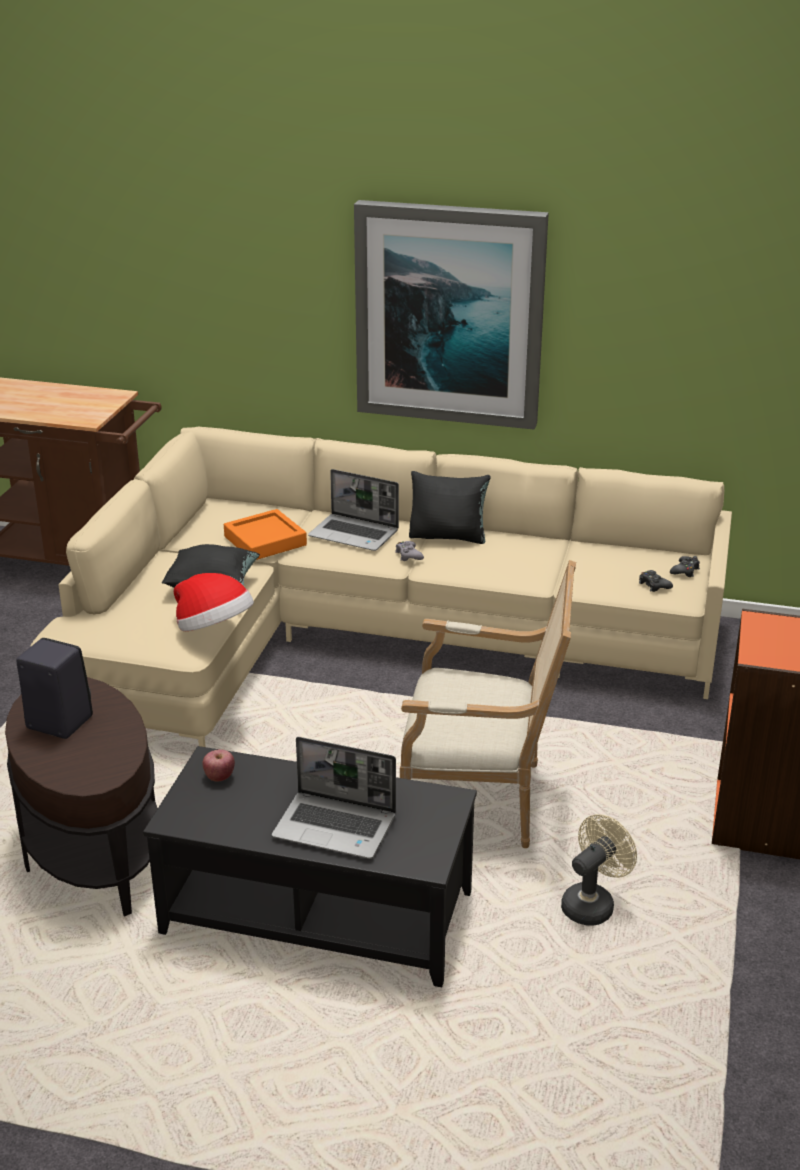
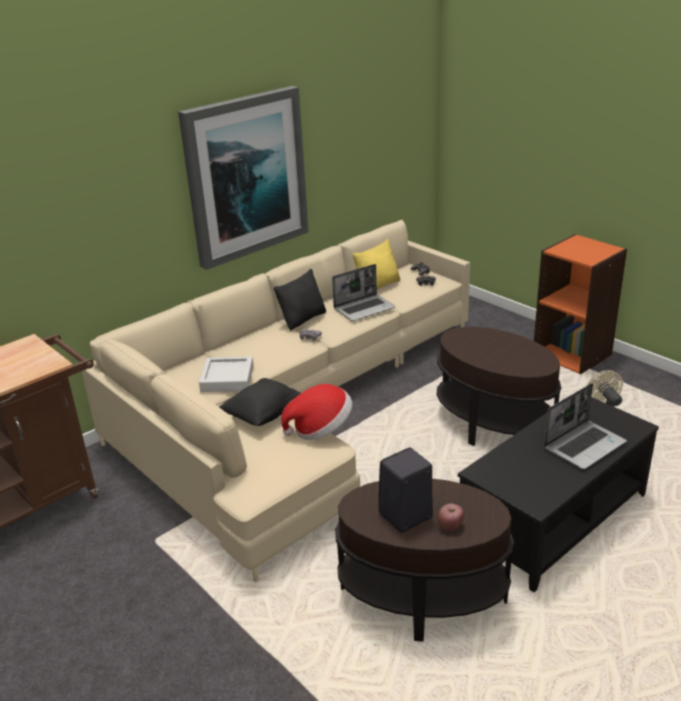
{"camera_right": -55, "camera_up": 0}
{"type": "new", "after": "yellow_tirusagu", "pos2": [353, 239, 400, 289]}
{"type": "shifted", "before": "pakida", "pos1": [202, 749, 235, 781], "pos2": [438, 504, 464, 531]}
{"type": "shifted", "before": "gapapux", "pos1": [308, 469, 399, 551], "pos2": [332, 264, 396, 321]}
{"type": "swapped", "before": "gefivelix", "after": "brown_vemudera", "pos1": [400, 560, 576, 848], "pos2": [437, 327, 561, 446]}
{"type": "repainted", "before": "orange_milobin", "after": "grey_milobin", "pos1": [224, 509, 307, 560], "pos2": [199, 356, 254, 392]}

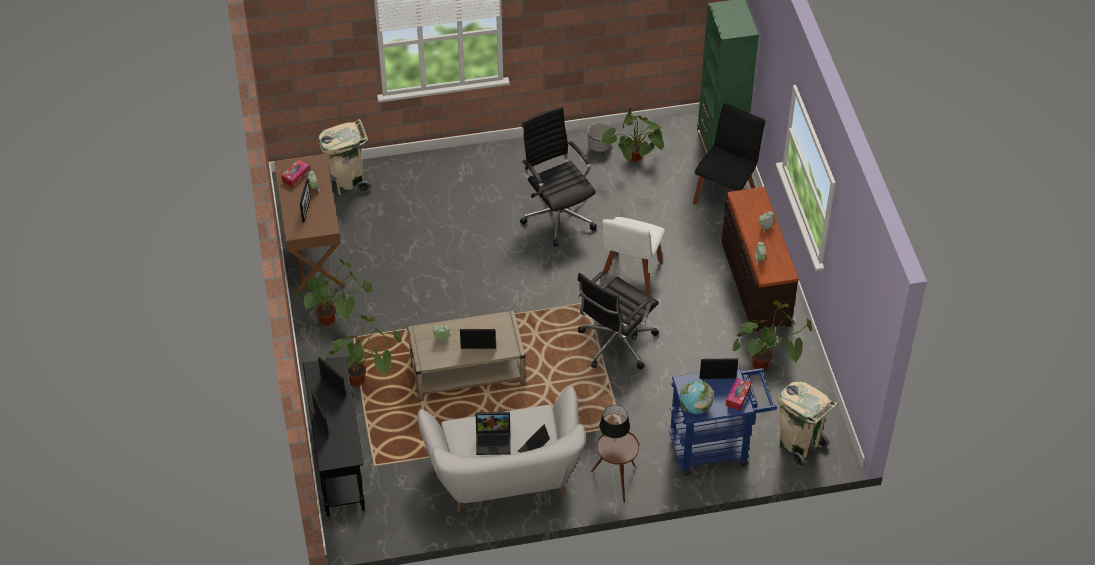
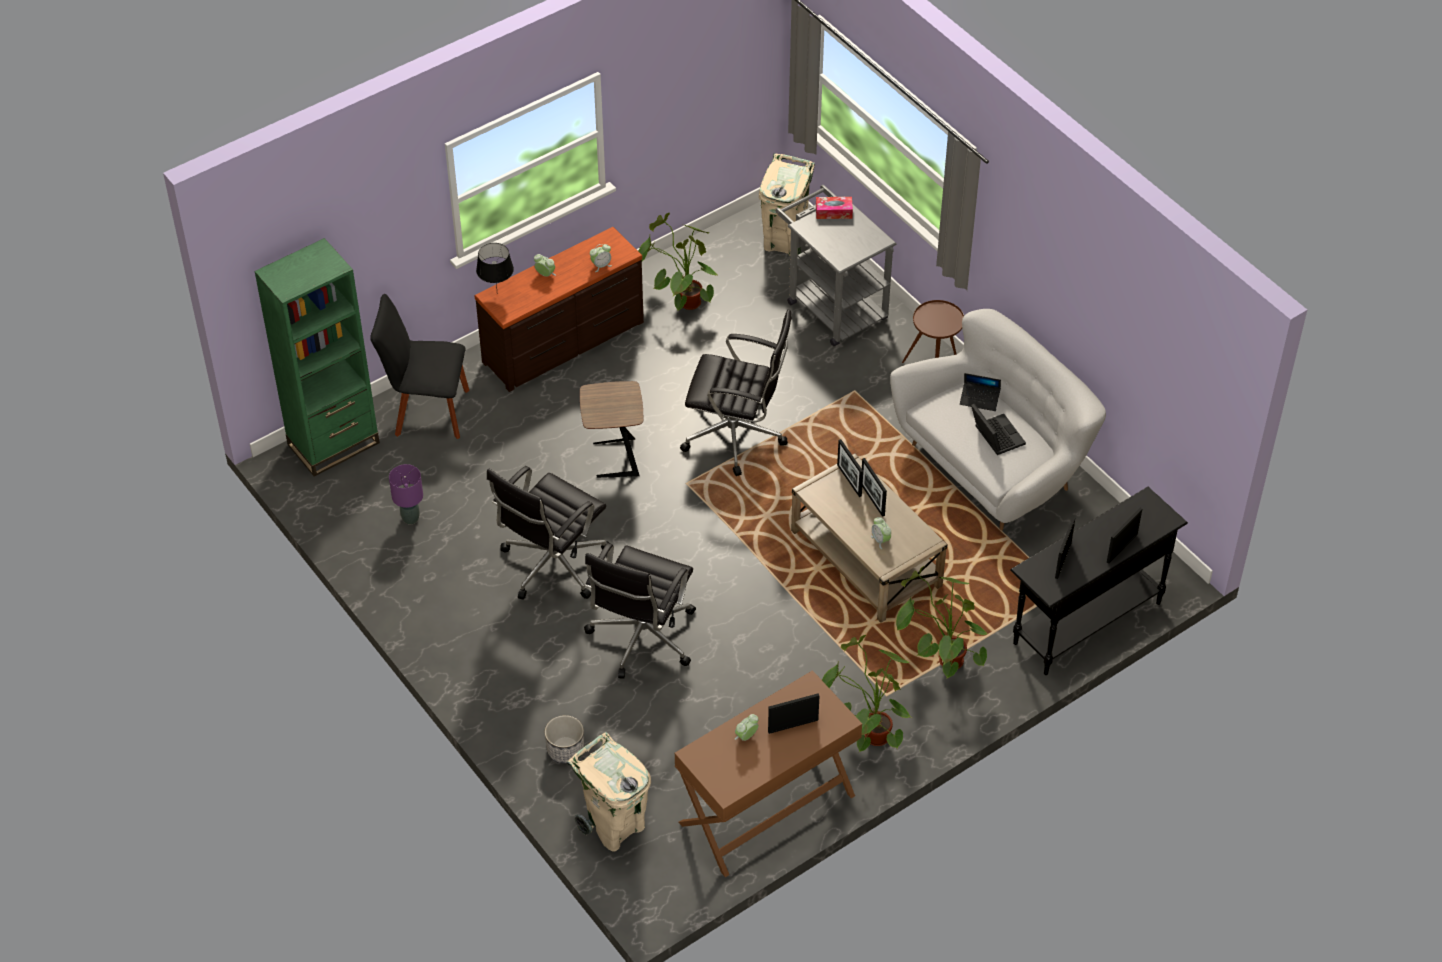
{"camera_right": -115, "camera_up": 0}
{"type": "gone", "before": "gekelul", "pos1": [281, 159, 310, 187]}
{"type": "gone", "before": "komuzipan", "pos1": [679, 380, 714, 414]}
{"type": "new", "after": "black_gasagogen", "pos2": [584, 543, 696, 679]}
{"type": "shifted", "before": "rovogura", "pos1": [588, 123, 611, 152], "pos2": [545, 715, 584, 764]}
{"type": "shifted", "before": "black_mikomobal", "pos1": [600, 405, 630, 438], "pos2": [476, 243, 514, 288]}
{"type": "shifted", "before": "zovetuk", "pos1": [699, 358, 738, 379], "pos2": [837, 439, 863, 497]}
{"type": "swapped", "before": "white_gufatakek", "after": "brown_vemudera", "pos1": [600, 217, 665, 294], "pos2": [580, 381, 643, 478]}
{"type": "swapped", "before": "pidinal", "after": "purple_mikomobal", "pos1": [601, 108, 664, 162], "pos2": [389, 464, 423, 524]}
{"type": "repainted", "before": "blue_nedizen", "after": "grey_nedizen", "pos1": [668, 366, 777, 476], "pos2": [775, 185, 897, 346]}

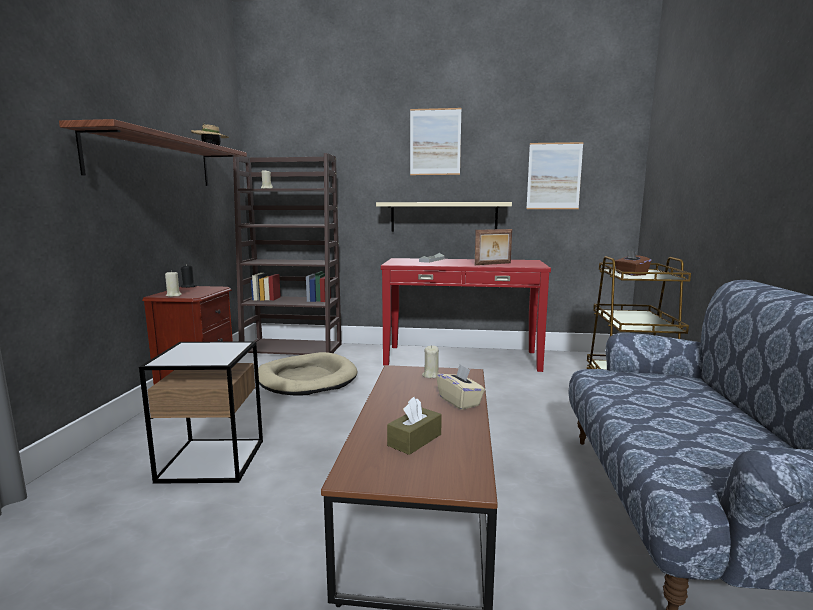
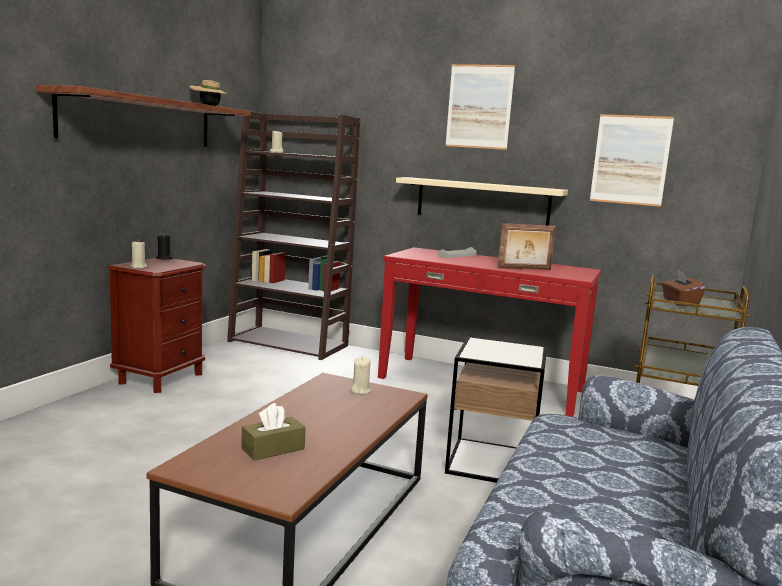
{"camera_right": 15, "camera_up": 0}
{"type": "gone", "before": "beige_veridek", "pos1": [258, 352, 358, 396]}
{"type": "gone", "before": "beige_gekelul", "pos1": [436, 365, 485, 410]}
{"type": "shifted", "before": "vemudera", "pos1": [139, 341, 263, 484], "pos2": [445, 336, 547, 483]}

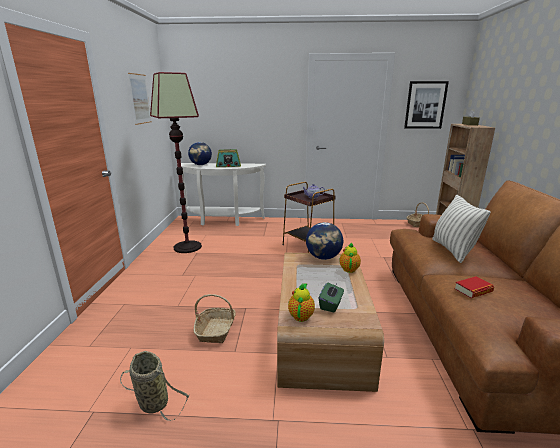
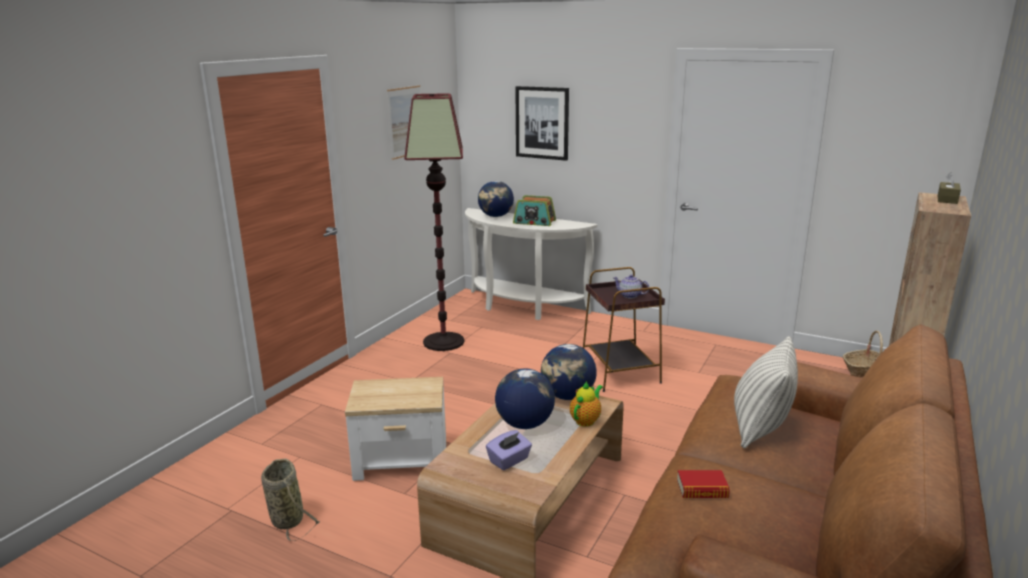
{"camera_right": 25, "camera_up": 0}
{"type": "gone", "before": "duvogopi", "pos1": [288, 283, 315, 322]}
{"type": "new", "after": "komuzipan", "pos2": [495, 368, 555, 429]}
{"type": "shifted", "before": "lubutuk", "pos1": [404, 81, 449, 129], "pos2": [515, 86, 569, 161]}
{"type": "swapped", "before": "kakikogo", "after": "vemudera", "pos1": [194, 294, 236, 344], "pos2": [345, 377, 446, 481]}
{"type": "repainted", "before": "green_gekelul", "after": "purple_gekelul", "pos1": [319, 283, 344, 312], "pos2": [486, 430, 532, 470]}

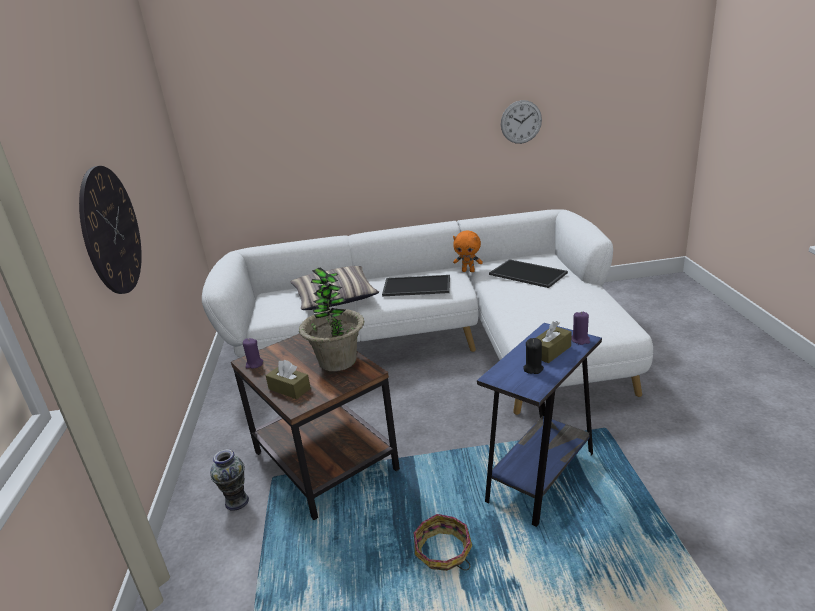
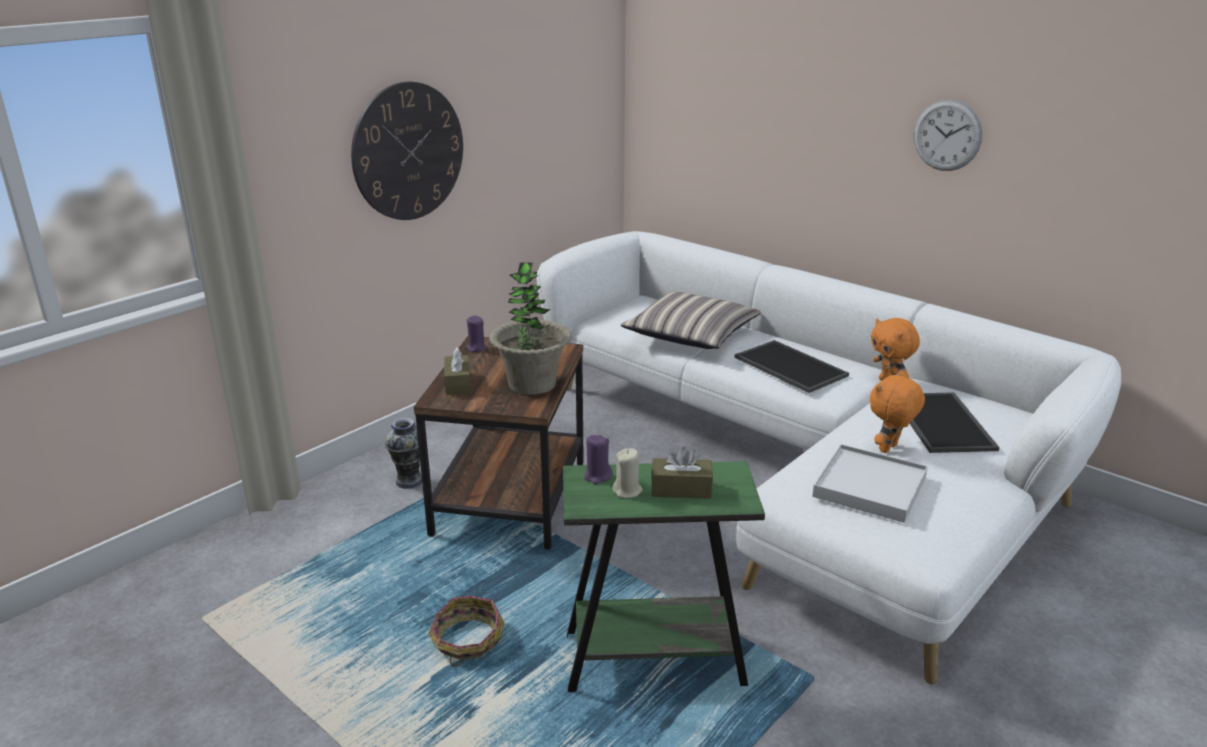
{"camera_right": 45, "camera_up": 0}
{"type": "new", "after": "white_milobin", "pos2": [812, 444, 928, 523]}
{"type": "new", "after": "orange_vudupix", "pos2": [870, 372, 925, 453]}
{"type": "shifted", "before": "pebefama", "pos1": [501, 100, 542, 144], "pos2": [914, 100, 983, 171]}
{"type": "shifted", "before": "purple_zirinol", "pos1": [571, 311, 590, 345], "pos2": [584, 435, 612, 484]}
{"type": "repainted", "before": "blue_vemudera", "after": "green_vemudera", "pos1": [477, 323, 602, 527], "pos2": [563, 461, 765, 692]}
{"type": "repainted", "before": "black_zirinol", "after": "beige_zirinol", "pos1": [523, 338, 544, 374], "pos2": [612, 448, 643, 498]}

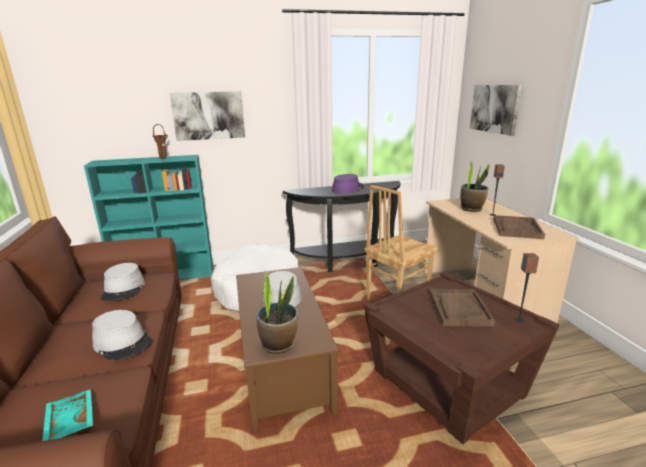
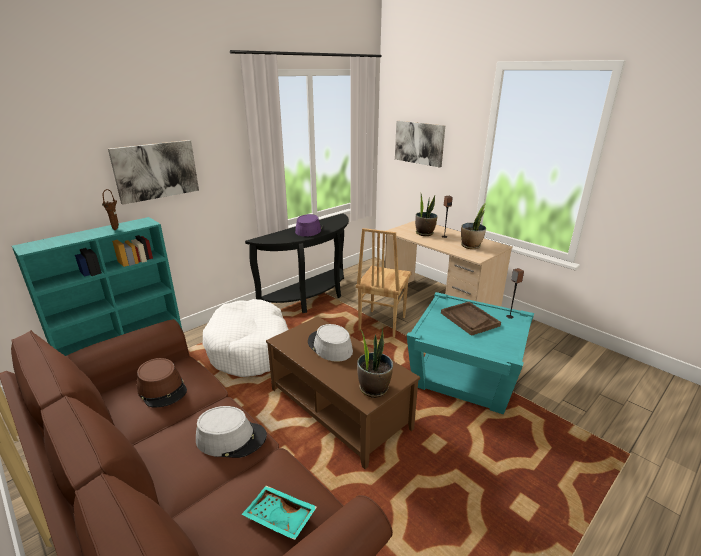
{"camera_right": -30, "camera_up": 5}
{"type": "swapped", "before": "brown_milobin", "after": "pidinal", "pos1": [493, 215, 545, 239], "pos2": [461, 203, 486, 249]}
{"type": "repainted", "before": "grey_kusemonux", "after": "brown_kusemonux", "pos1": [101, 263, 145, 301], "pos2": [137, 358, 187, 407]}
{"type": "repainted", "before": "brown_vemudera", "after": "turquoise_vemudera", "pos1": [363, 272, 560, 444], "pos2": [407, 292, 534, 415]}

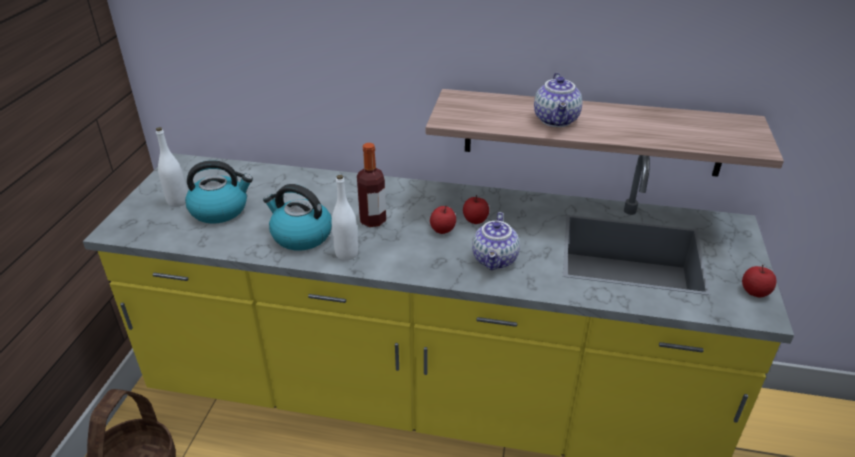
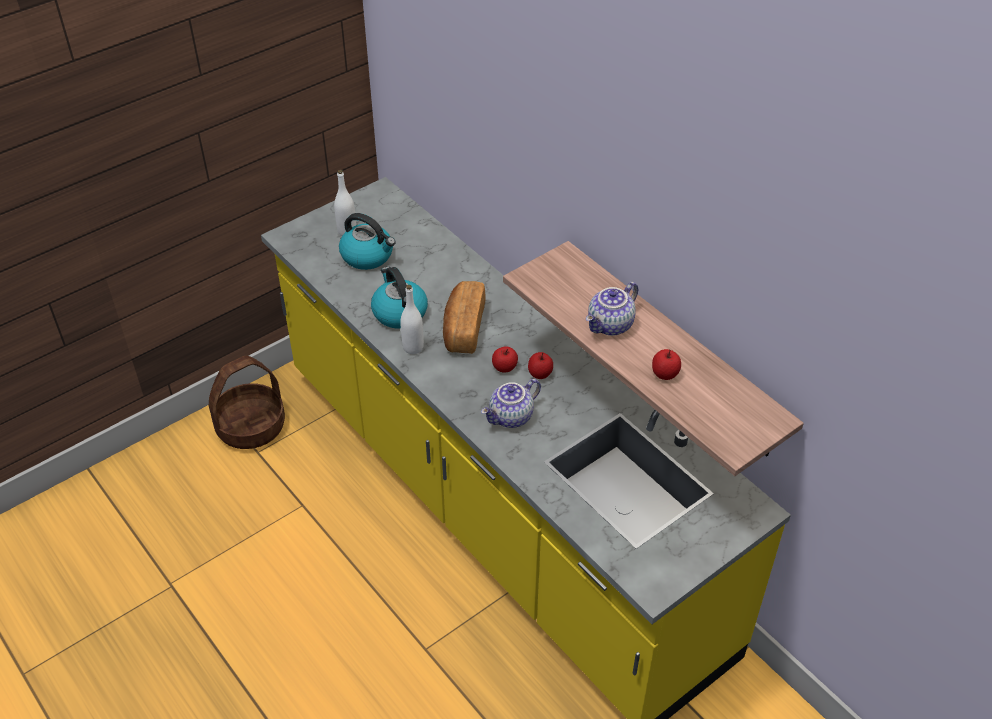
{"camera_right": 40, "camera_up": 10}
{"type": "shifted", "before": "pakida", "pos1": [742, 265, 776, 298], "pos2": [652, 349, 681, 380]}
{"type": "swapped", "before": "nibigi", "after": "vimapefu", "pos1": [357, 143, 386, 227], "pos2": [443, 281, 485, 354]}

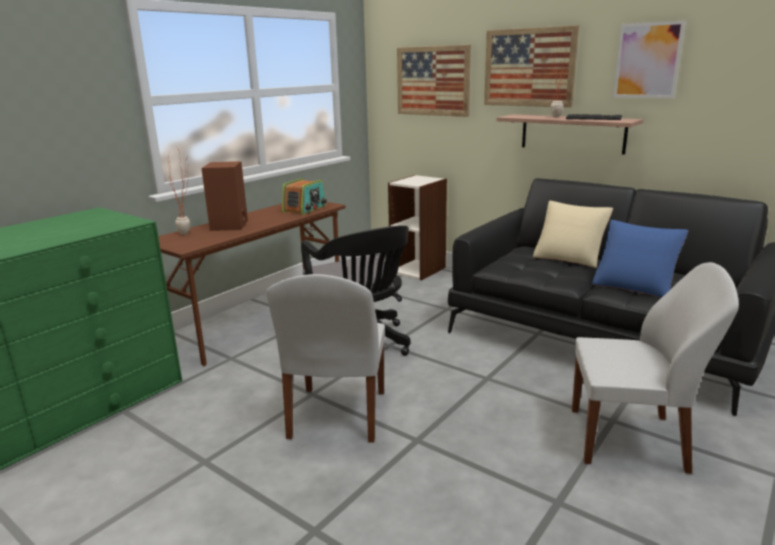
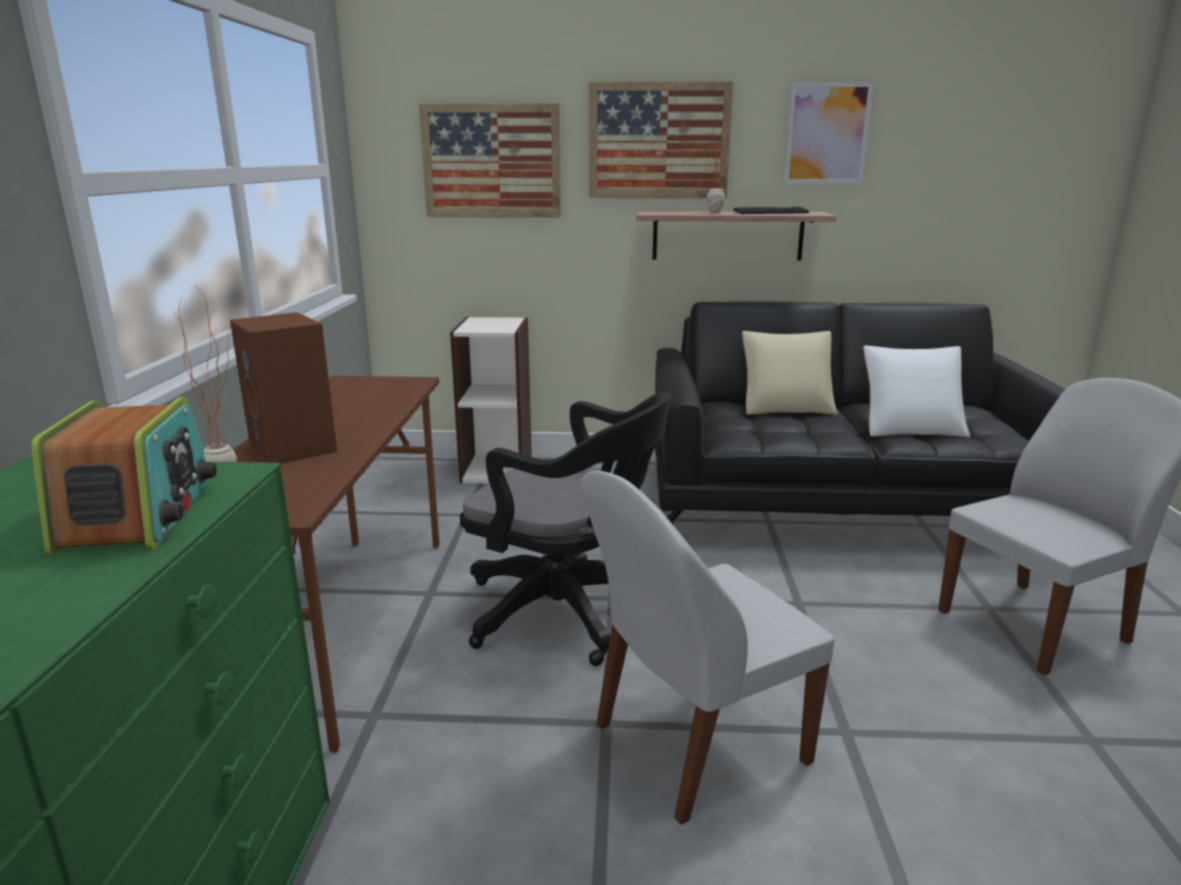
{"camera_right": -35, "camera_up": 0}
{"type": "shifted", "before": "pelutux", "pos1": [282, 178, 327, 215], "pos2": [32, 397, 217, 556]}
{"type": "repainted", "before": "blue_tirusagu", "after": "white_tirusagu", "pos1": [592, 220, 688, 298], "pos2": [863, 346, 970, 438]}
{"type": "rotated", "before": "white_gufatakek", "pos1": [266, 274, 385, 443], "pos2": [581, 471, 835, 825], "turn": 90}

